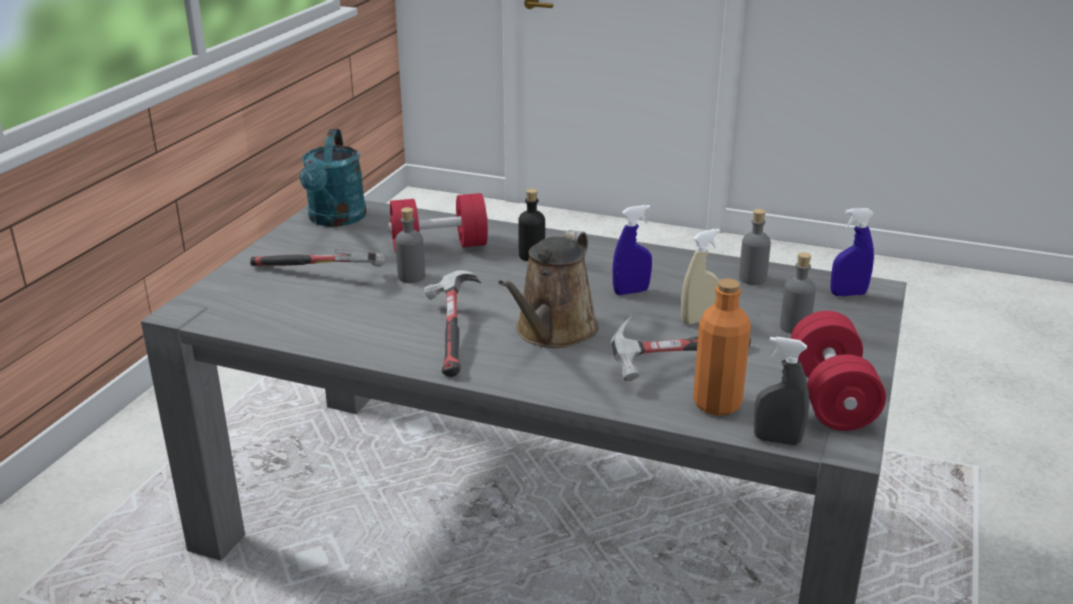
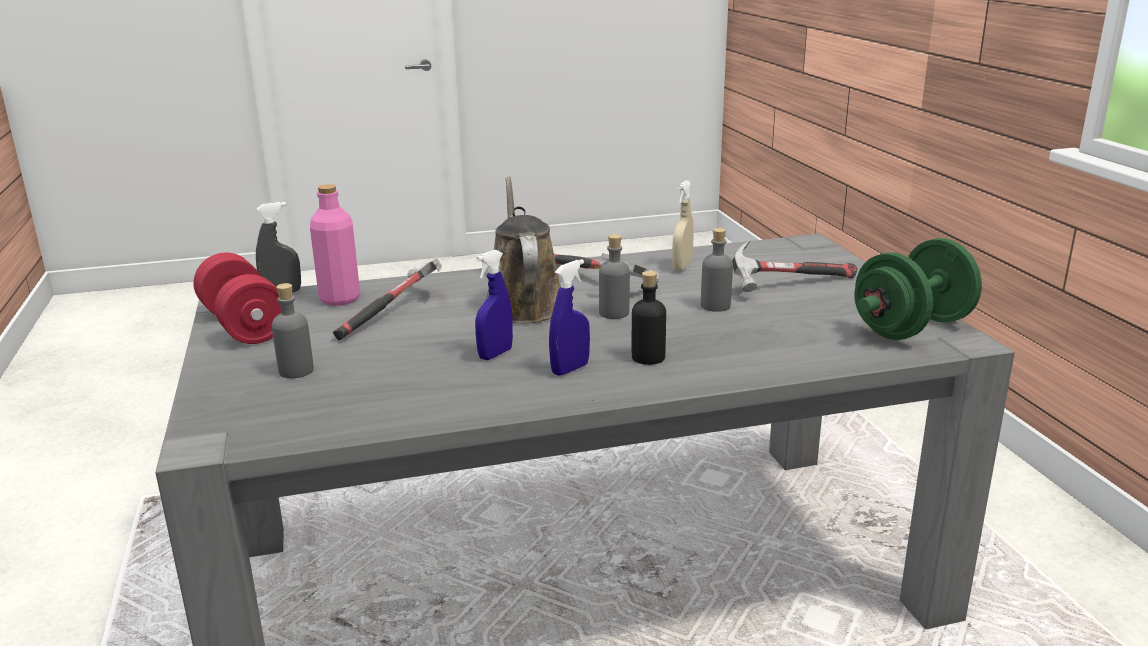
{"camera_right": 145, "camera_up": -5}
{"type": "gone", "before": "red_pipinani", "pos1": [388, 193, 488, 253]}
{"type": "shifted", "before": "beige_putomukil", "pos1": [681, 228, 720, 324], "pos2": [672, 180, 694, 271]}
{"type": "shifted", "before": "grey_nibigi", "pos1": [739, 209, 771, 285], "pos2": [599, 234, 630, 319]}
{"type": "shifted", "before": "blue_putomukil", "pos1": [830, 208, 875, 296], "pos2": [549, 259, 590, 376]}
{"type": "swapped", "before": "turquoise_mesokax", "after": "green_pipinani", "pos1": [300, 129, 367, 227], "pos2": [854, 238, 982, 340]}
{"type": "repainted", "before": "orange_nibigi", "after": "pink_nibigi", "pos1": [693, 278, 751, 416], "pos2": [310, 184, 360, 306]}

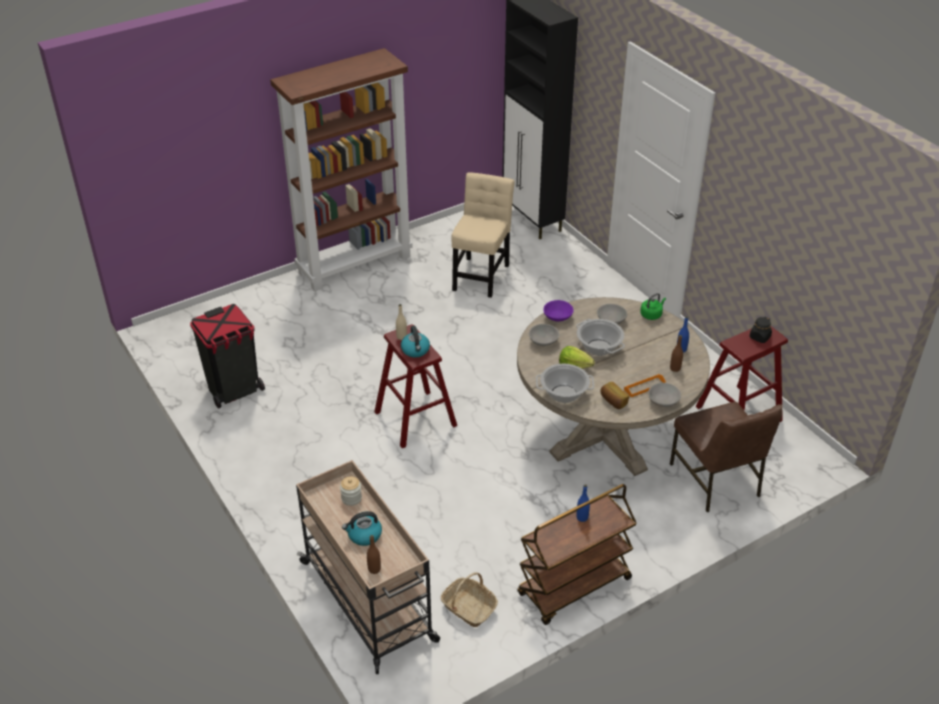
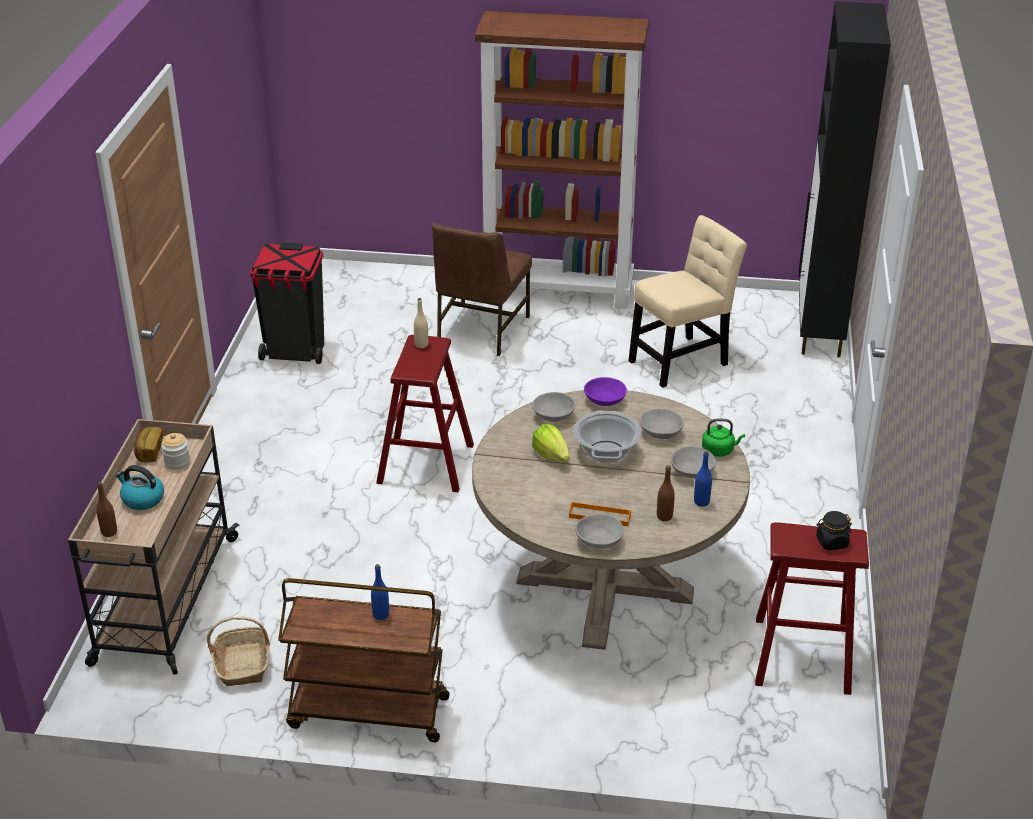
{"camera_right": 40, "camera_up": -5}
{"type": "gone", "before": "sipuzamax", "pos1": [401, 326, 430, 357]}
{"type": "gone", "before": "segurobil", "pos1": [536, 364, 594, 403]}
{"type": "new", "after": "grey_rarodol", "pos2": [671, 446, 716, 478]}
{"type": "shifted", "before": "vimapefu", "pos1": [600, 382, 629, 409], "pos2": [134, 427, 164, 463]}
{"type": "shifted", "before": "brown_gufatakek", "pos1": [670, 402, 782, 512], "pos2": [432, 223, 532, 356]}

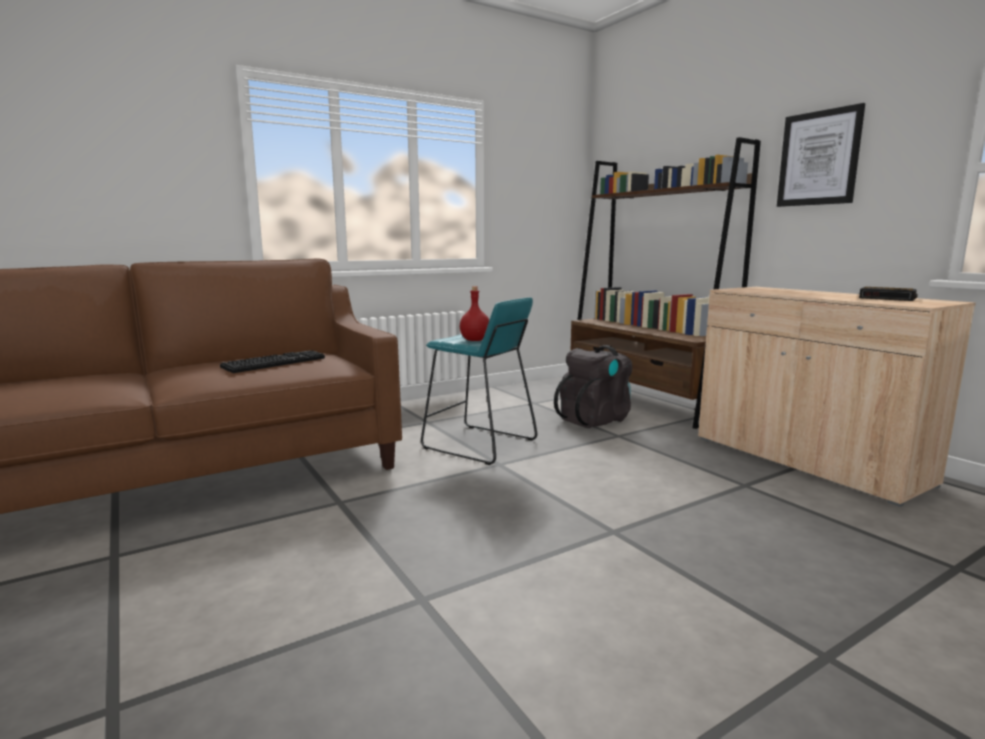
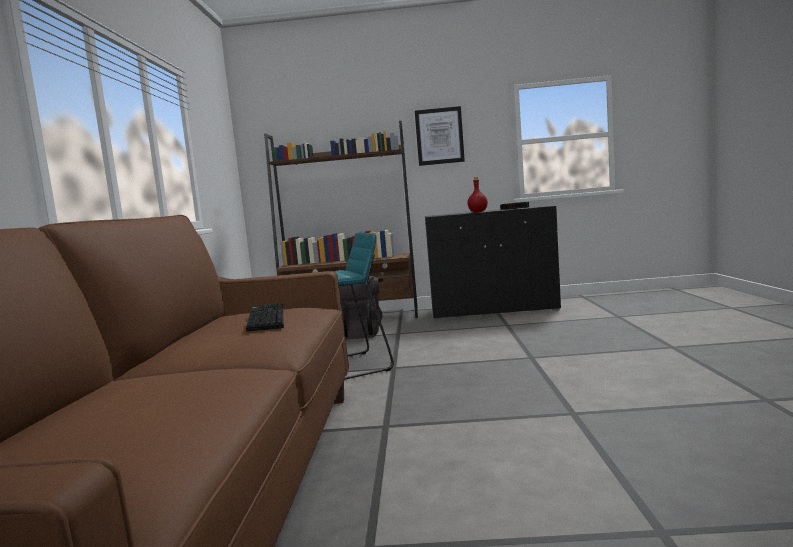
{"camera_right": -55, "camera_up": -5}
{"type": "shifted", "before": "red_nibigi", "pos1": [460, 286, 489, 341], "pos2": [467, 177, 488, 212]}
{"type": "repainted", "before": "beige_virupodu", "after": "black_virupodu", "pos1": [698, 287, 976, 507], "pos2": [425, 206, 561, 320]}

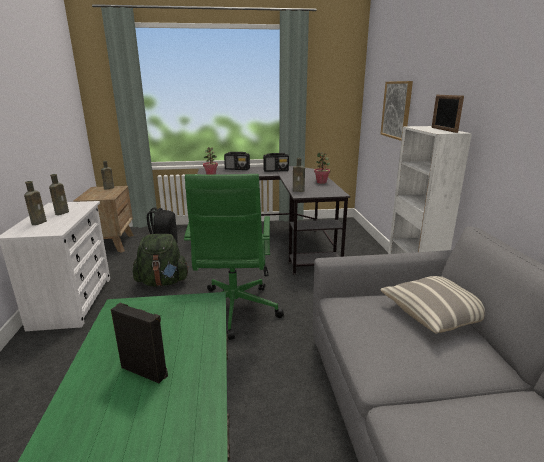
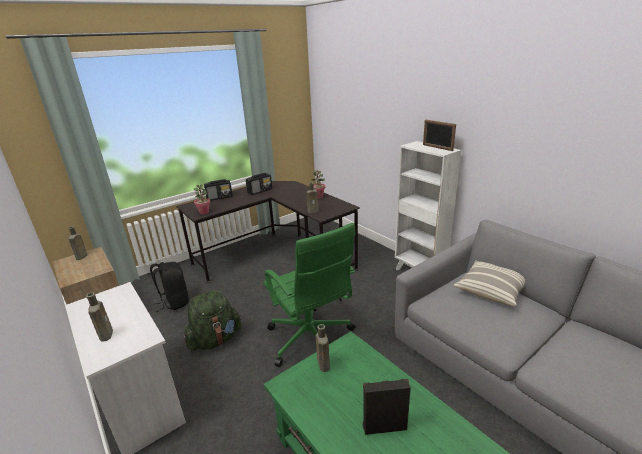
{"camera_right": -30, "camera_up": 5}
{"type": "gone", "before": "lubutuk", "pos1": [380, 81, 413, 141]}
{"type": "shifted", "before": "brown_nibigi", "pos1": [49, 174, 69, 215], "pos2": [316, 324, 330, 372]}

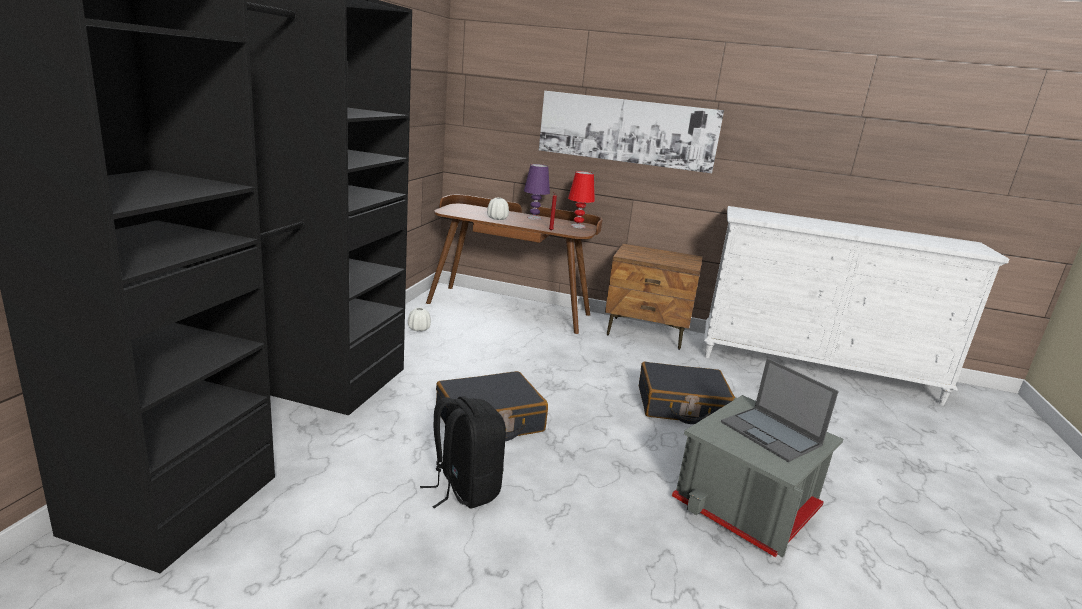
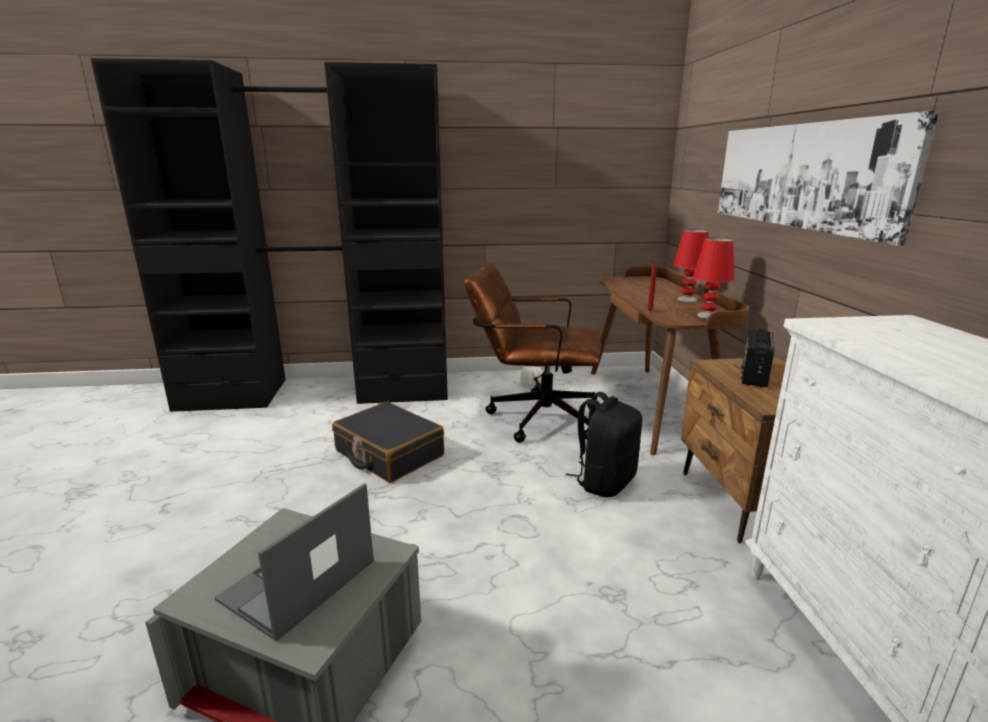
{"camera_right": 70, "camera_up": 0}
{"type": "gone", "before": "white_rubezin", "pos1": [487, 198, 509, 220]}
{"type": "gone", "before": "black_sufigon", "pos1": [639, 362, 735, 424]}
{"type": "new", "after": "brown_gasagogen", "pos2": [464, 261, 602, 443]}
{"type": "new", "after": "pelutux", "pos2": [741, 328, 774, 387]}
{"type": "shifted", "before": "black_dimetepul", "pos1": [420, 396, 506, 509], "pos2": [566, 392, 642, 497]}
{"type": "repainted", "before": "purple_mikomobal", "after": "red_mikomobal", "pos1": [524, 164, 550, 220], "pos2": [674, 230, 709, 302]}

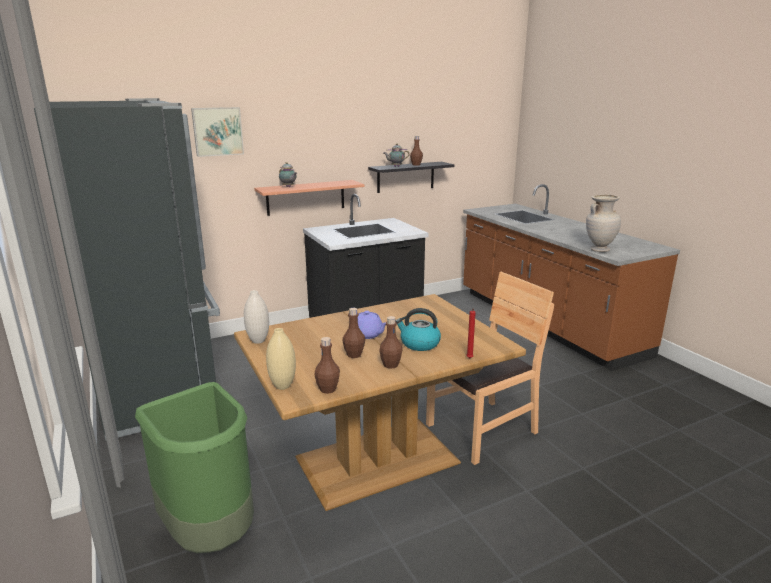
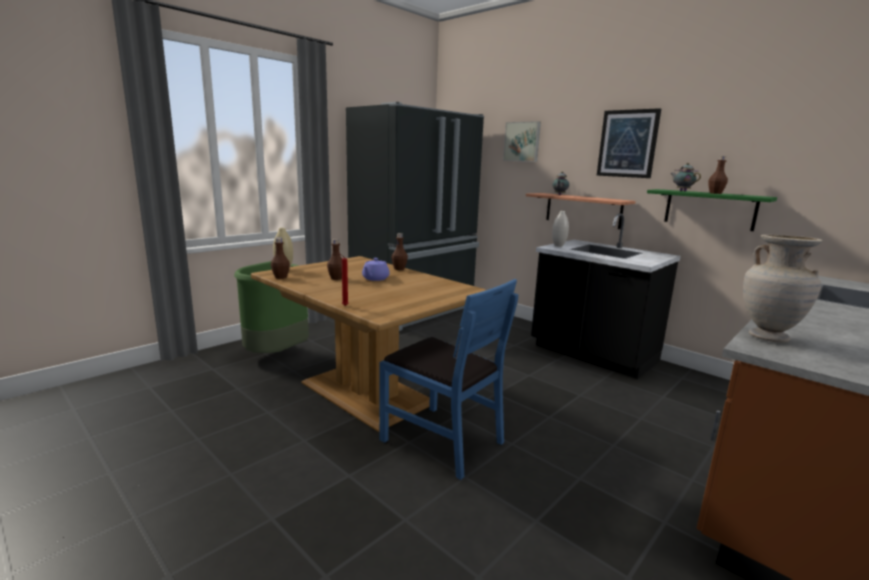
{"camera_right": 70, "camera_up": -5}
{"type": "gone", "before": "sipuzamax", "pos1": [395, 308, 441, 351]}
{"type": "new", "after": "lubutuk", "pos2": [597, 108, 661, 178]}
{"type": "shifted", "before": "white_rubezin", "pos1": [244, 290, 269, 344], "pos2": [552, 211, 569, 247]}
{"type": "shifted", "before": "brown_nibigi", "pos1": [379, 316, 403, 369], "pos2": [391, 233, 408, 270]}
{"type": "repainted", "before": "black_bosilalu", "after": "green_bosilalu", "pos1": [368, 162, 455, 193], "pos2": [647, 189, 777, 231]}
{"type": "repainted", "before": "brown_gufatakek", "after": "blue_gufatakek", "pos1": [426, 272, 554, 465], "pos2": [379, 279, 518, 480]}

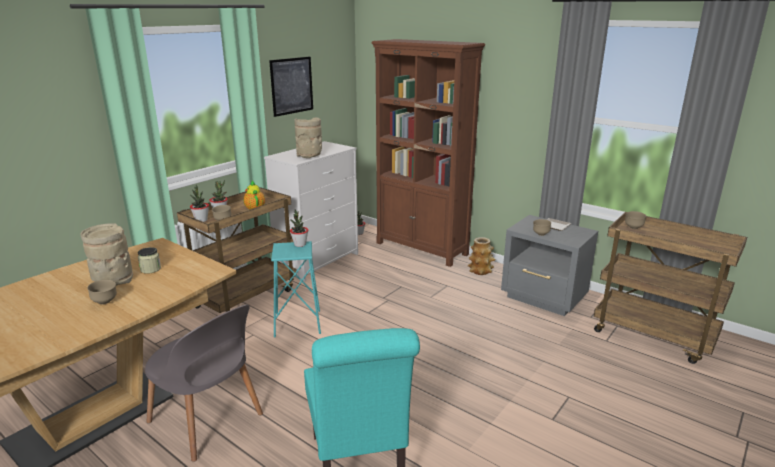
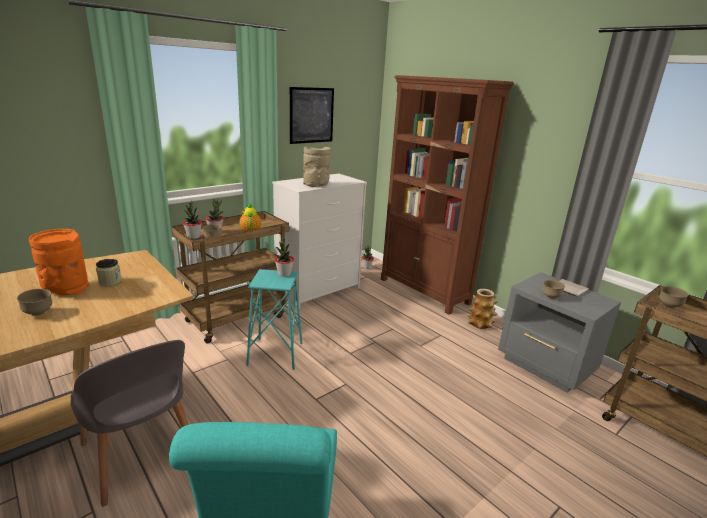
{"camera_right": 10, "camera_up": 0}
{"type": "repainted", "before": "beige_rubezin", "after": "orange_rubezin", "pos1": [80, 223, 133, 286], "pos2": [29, 229, 89, 296]}

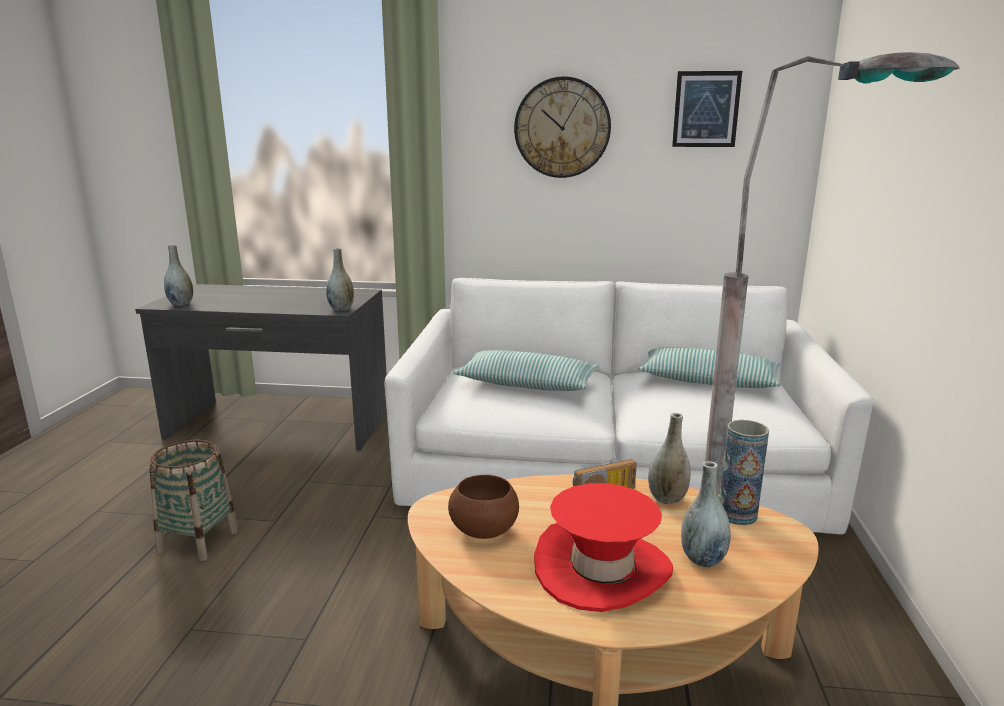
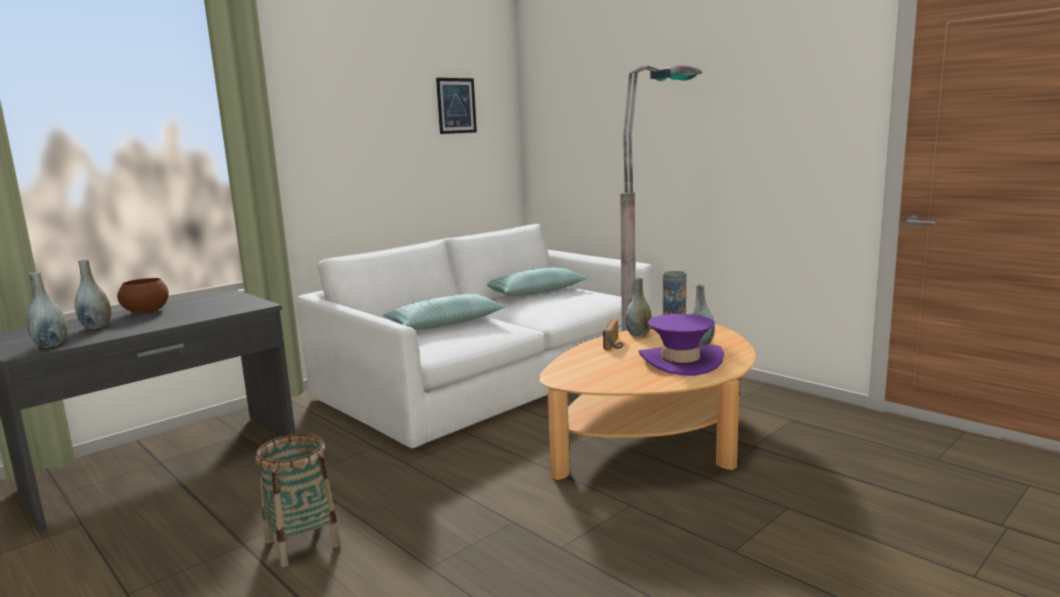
{"camera_right": -50, "camera_up": -5}
{"type": "gone", "before": "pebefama", "pos1": [514, 76, 611, 178]}
{"type": "shifted", "before": "grey_rubezin", "pos1": [326, 248, 354, 311], "pos2": [75, 260, 111, 329]}
{"type": "shifted", "before": "brown_rarodol", "pos1": [448, 474, 519, 539], "pos2": [117, 278, 169, 313]}
{"type": "repainted", "before": "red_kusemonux", "after": "purple_kusemonux", "pos1": [534, 483, 673, 612], "pos2": [638, 314, 724, 376]}

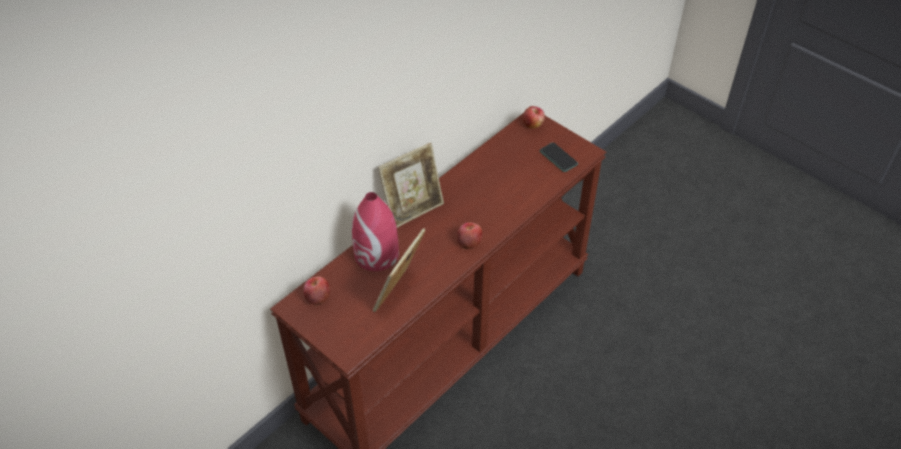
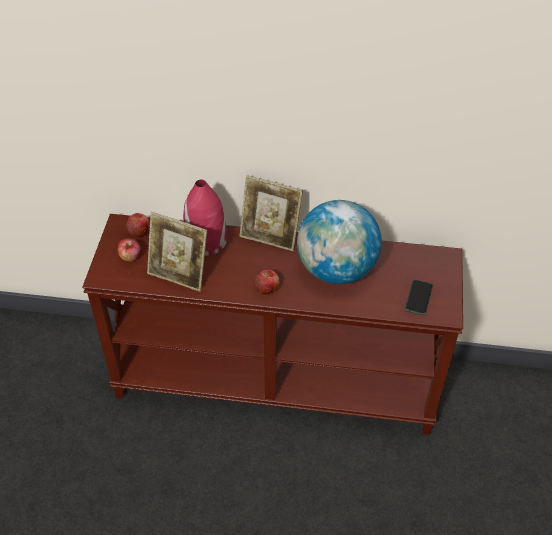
{"camera_right": 55, "camera_up": 0}
{"type": "new", "after": "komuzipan", "pos2": [297, 200, 382, 284]}
{"type": "shifted", "before": "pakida", "pos1": [522, 106, 545, 129], "pos2": [117, 238, 141, 262]}
{"type": "rotated", "before": "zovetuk", "pos1": [373, 228, 425, 312], "pos2": [147, 212, 207, 292], "turn": -150}

